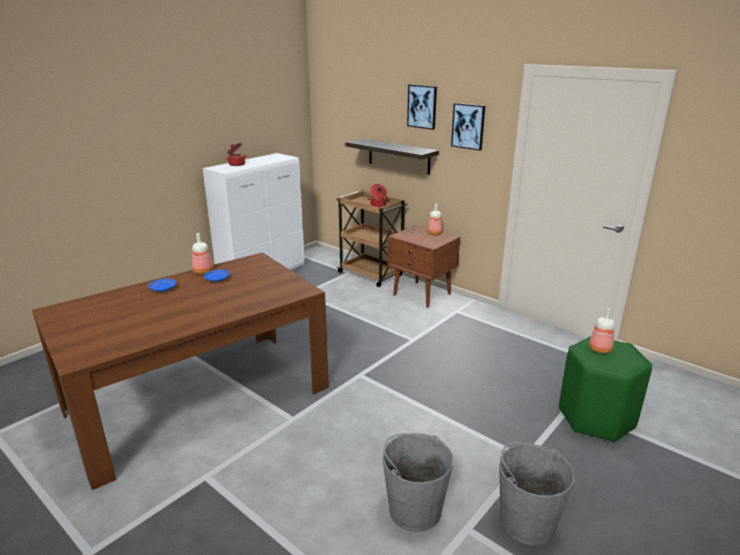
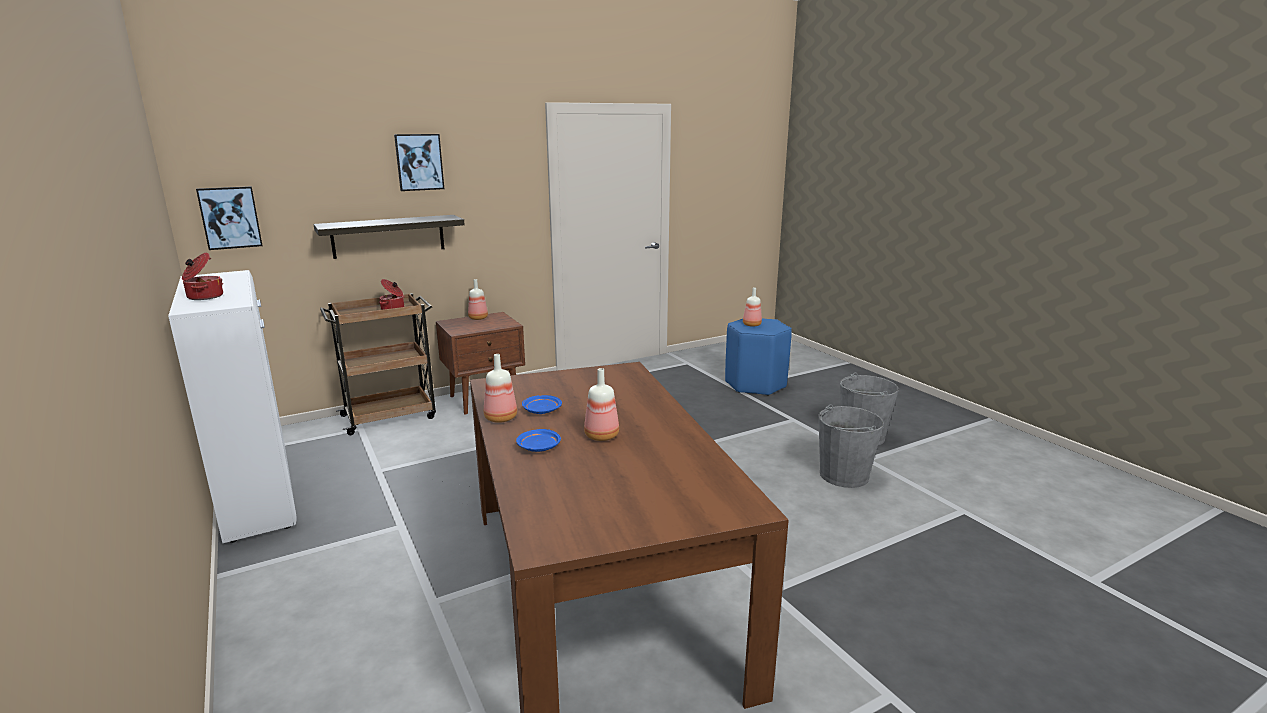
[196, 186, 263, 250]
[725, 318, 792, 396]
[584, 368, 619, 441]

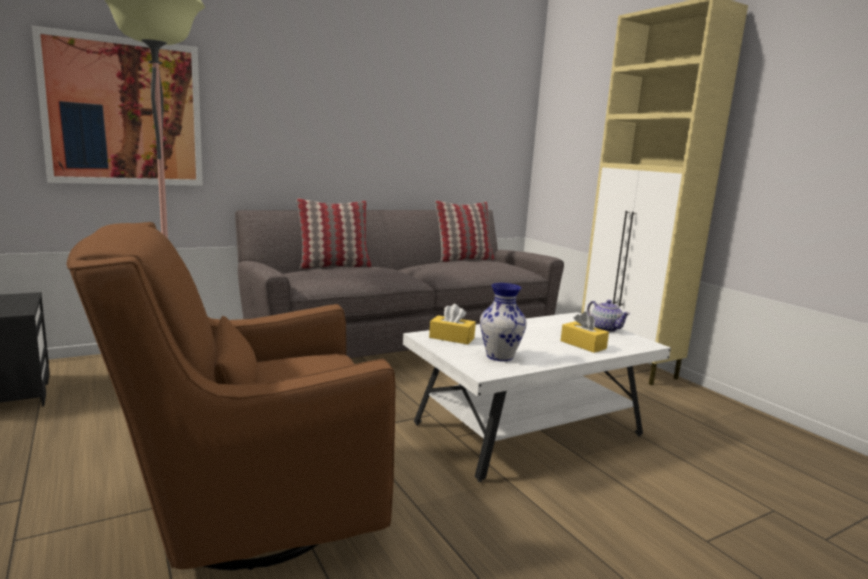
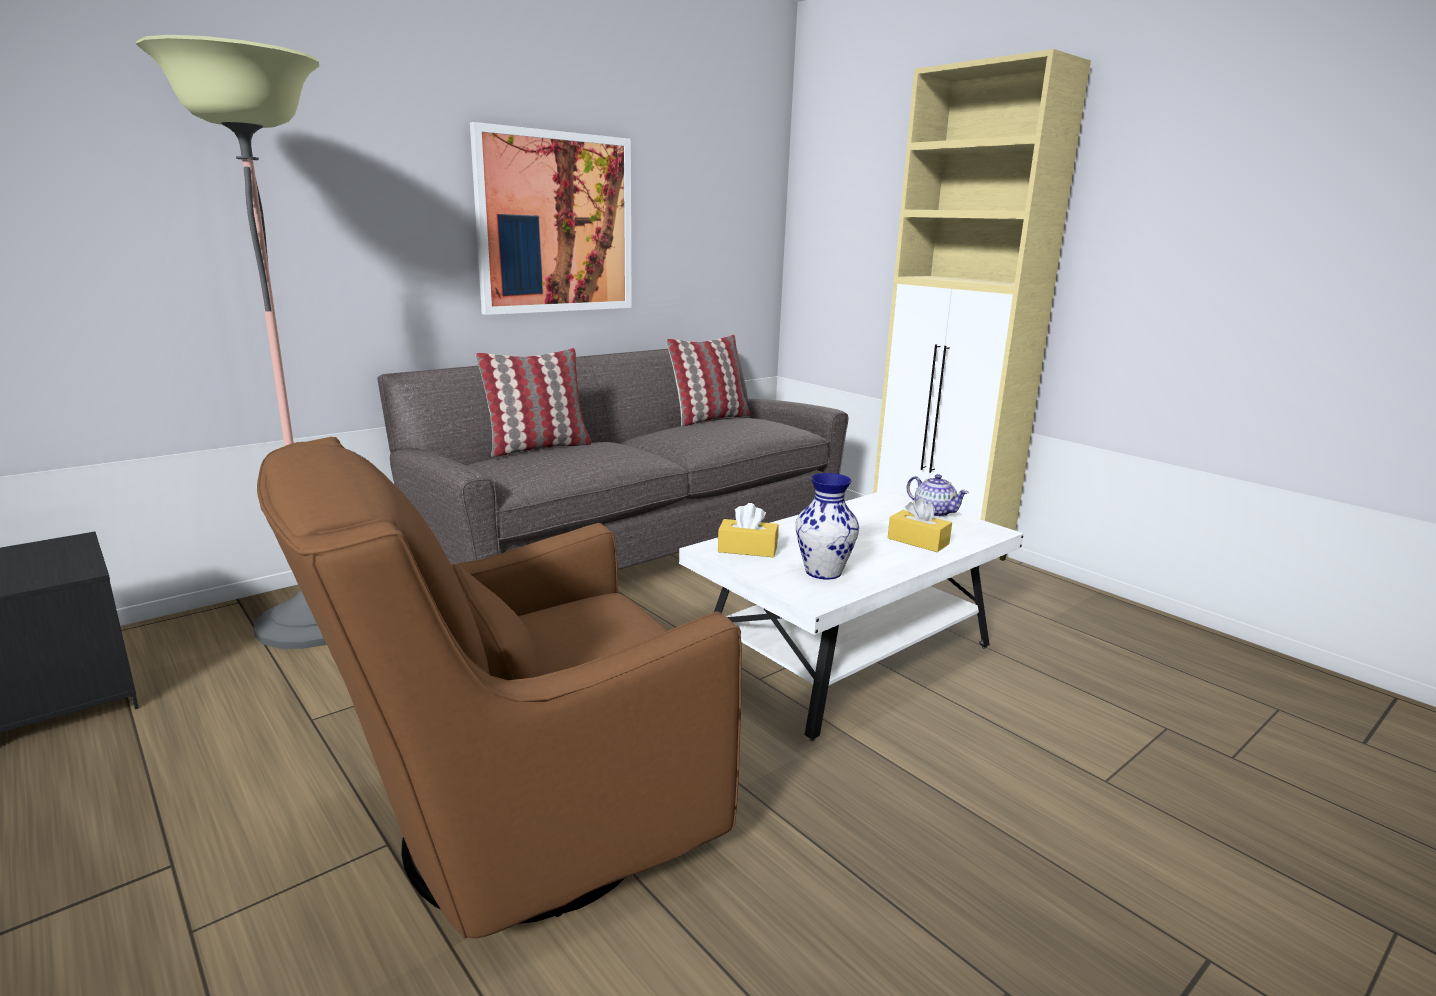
[470, 122, 632, 315]

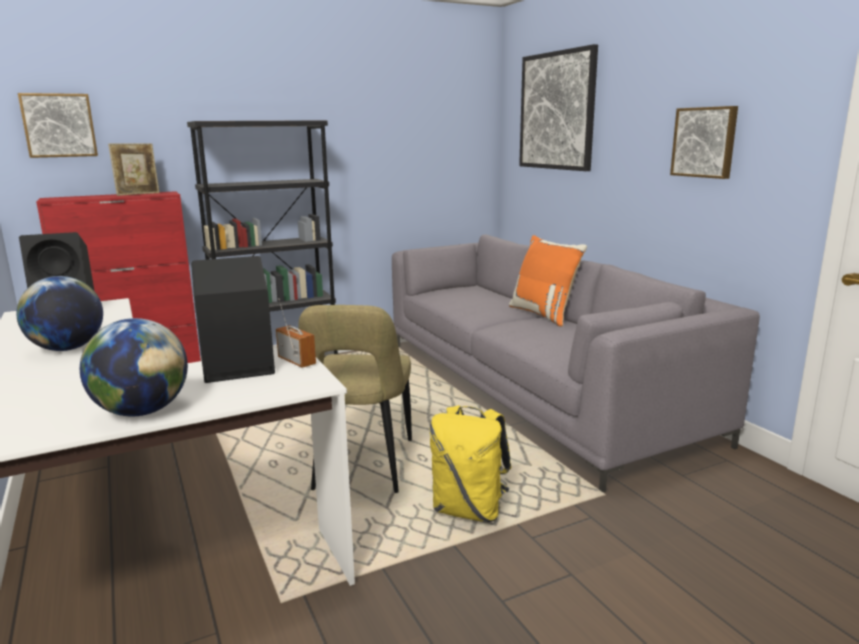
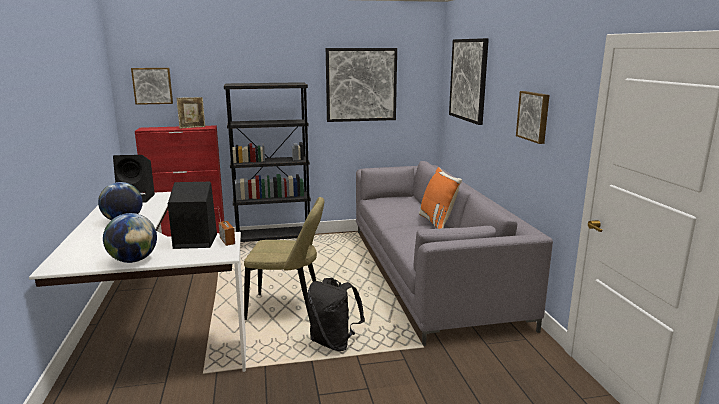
[244, 197, 324, 321]
[308, 278, 365, 351]
[326, 48, 397, 122]

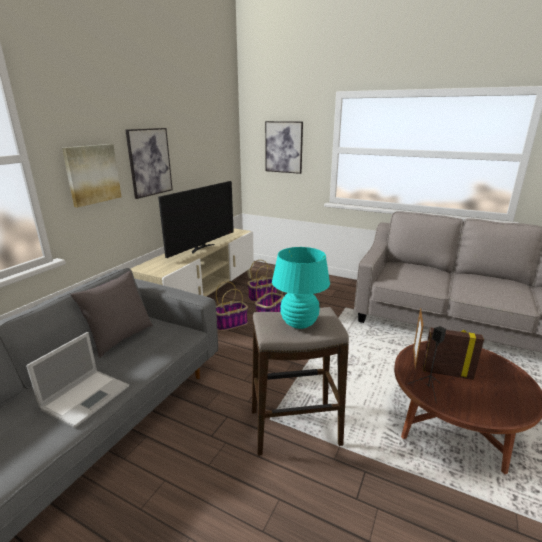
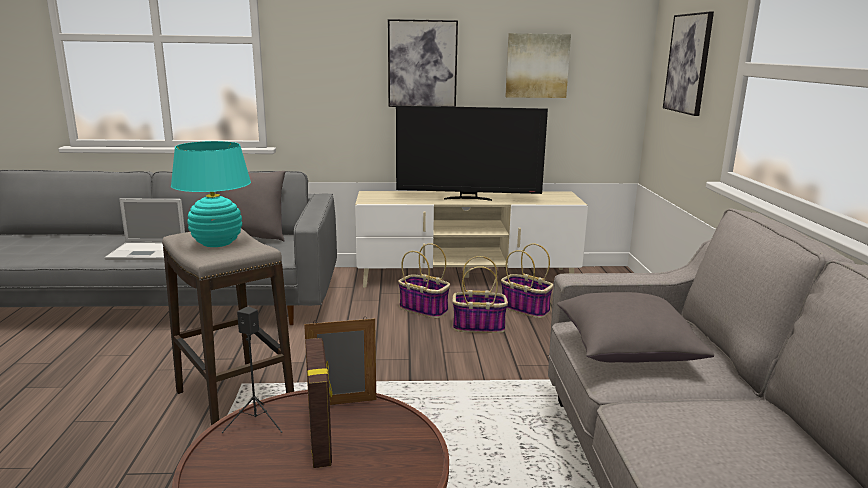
[505, 33, 571, 98]
[557, 292, 714, 363]

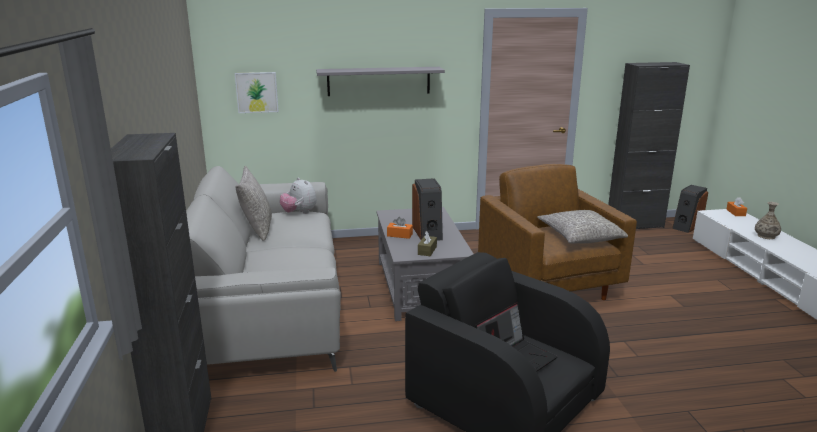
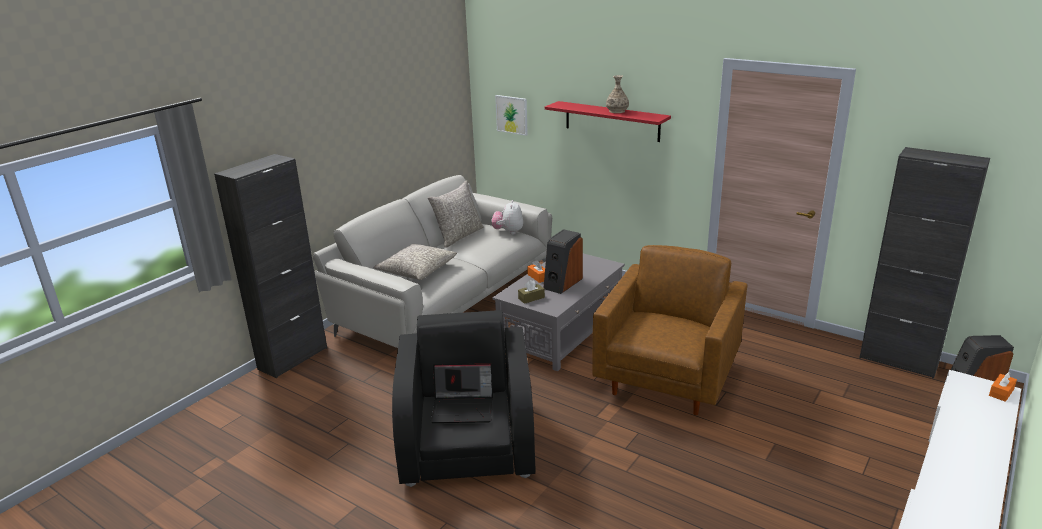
[545, 101, 671, 142]
[606, 75, 629, 113]
[373, 244, 457, 280]

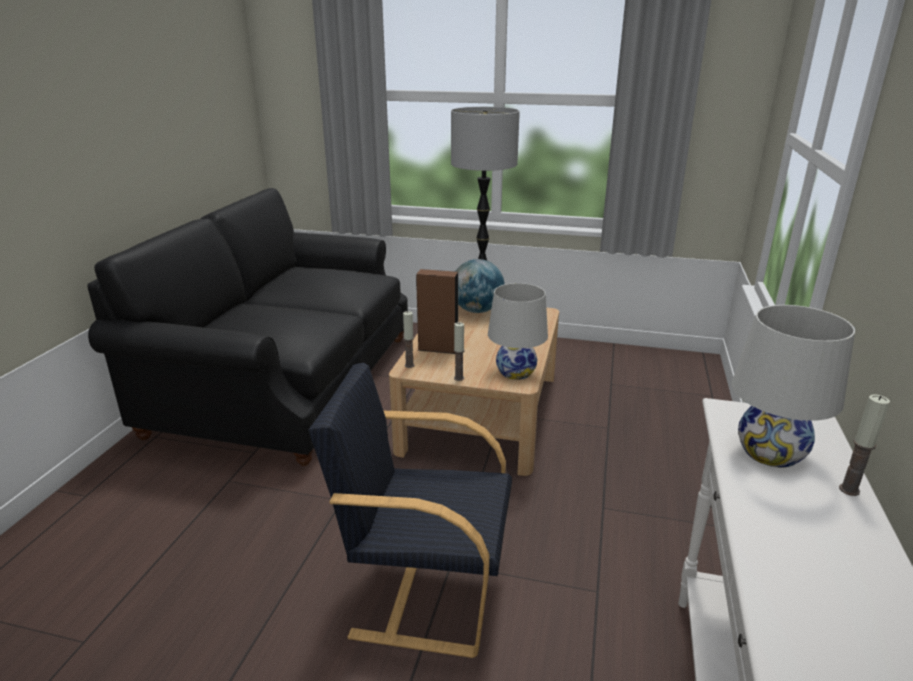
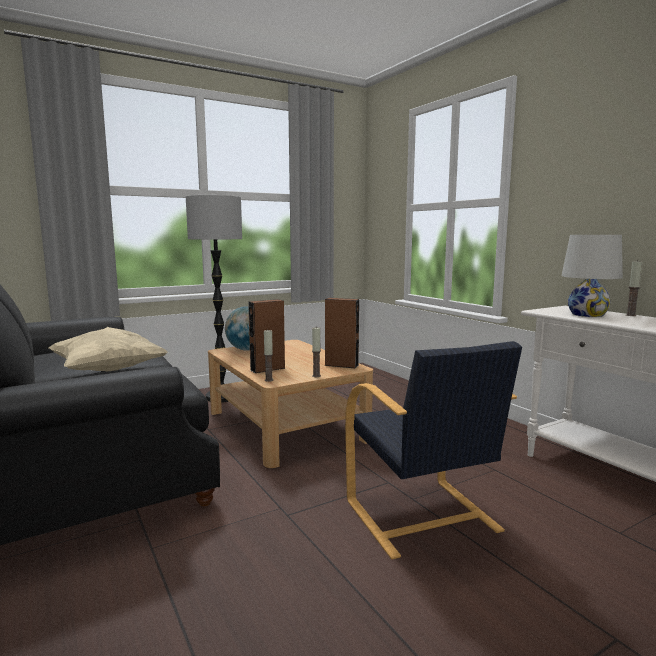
[324, 298, 359, 368]
[345, 341, 522, 559]
[49, 327, 168, 372]

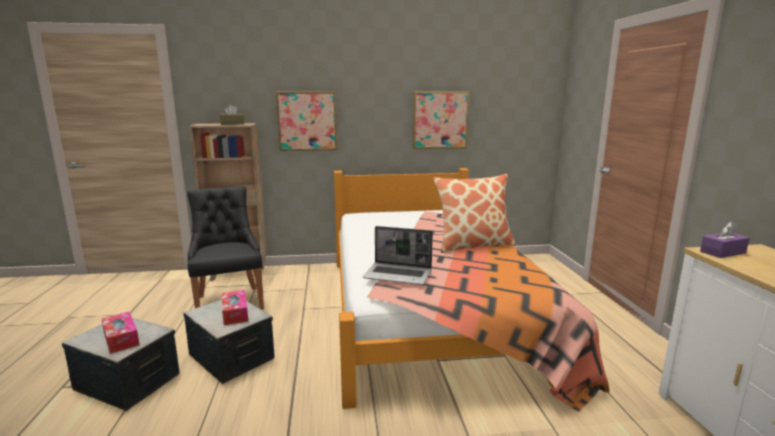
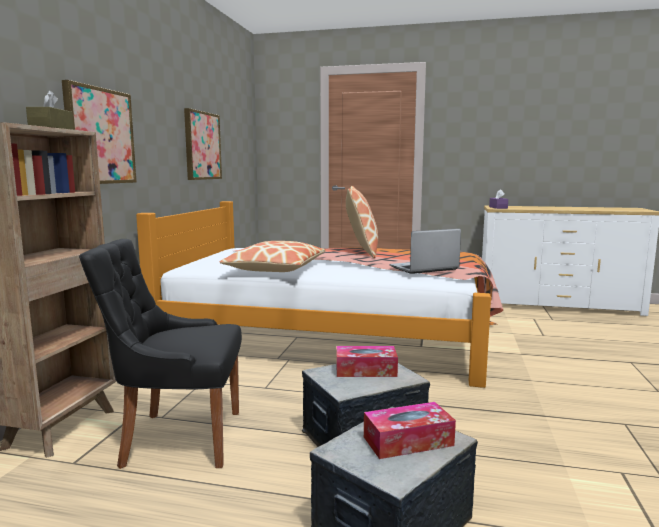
[389, 228, 461, 274]
[219, 241, 326, 272]

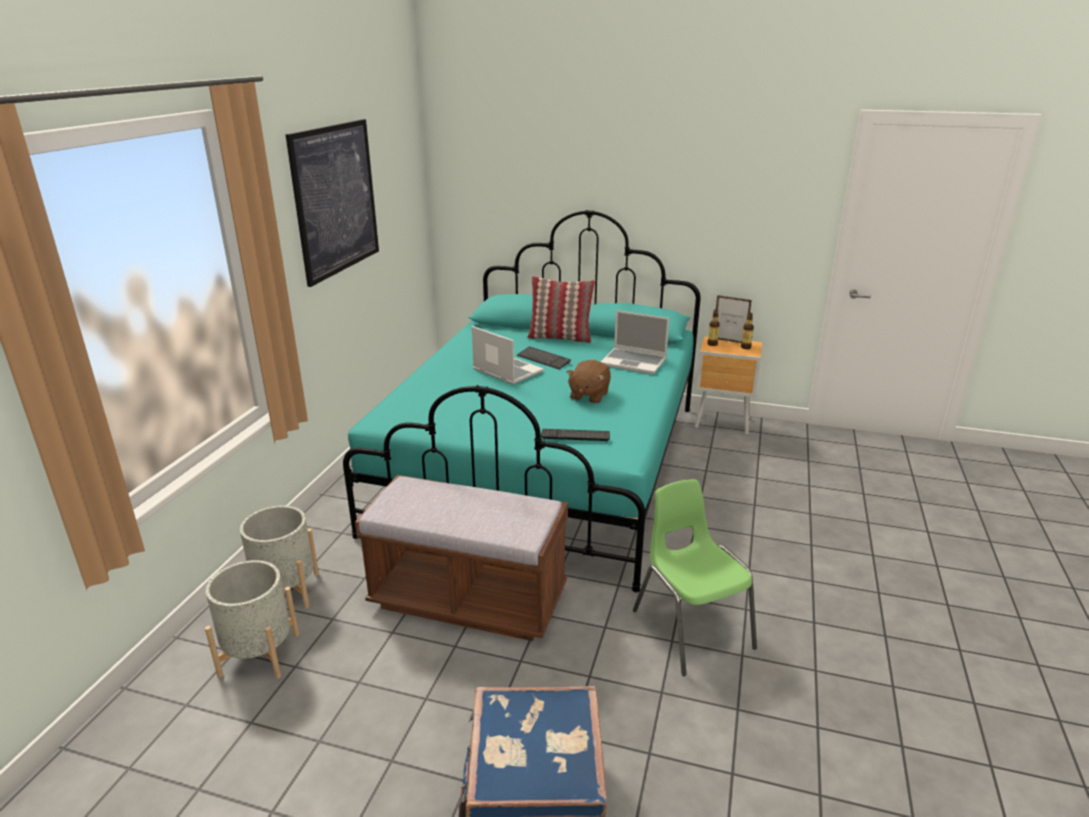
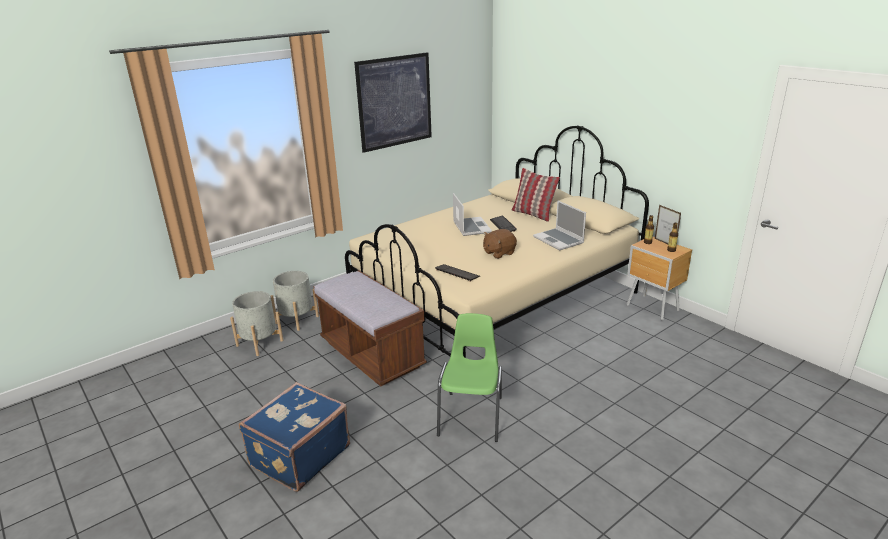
[345, 125, 649, 358]

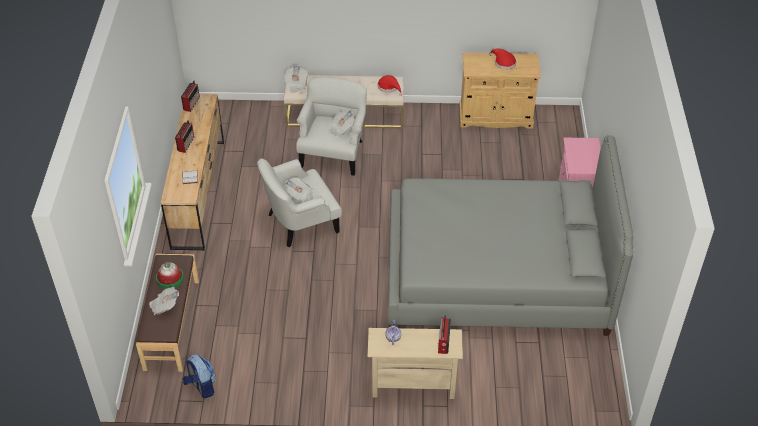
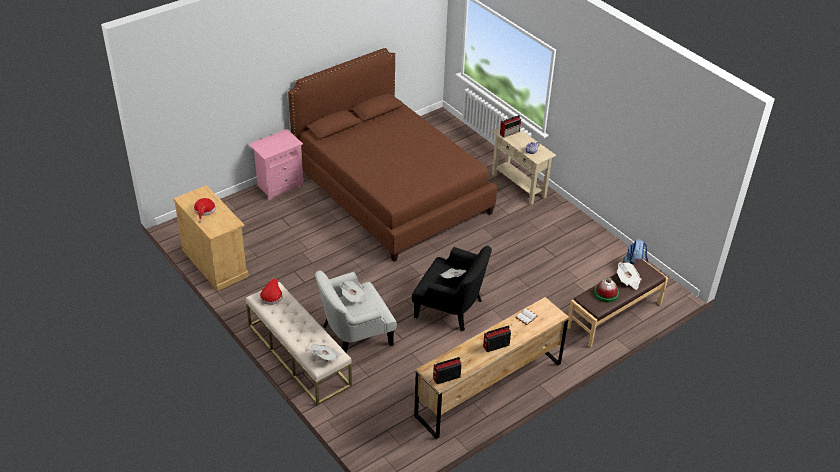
[288, 48, 497, 262]
[412, 246, 492, 331]

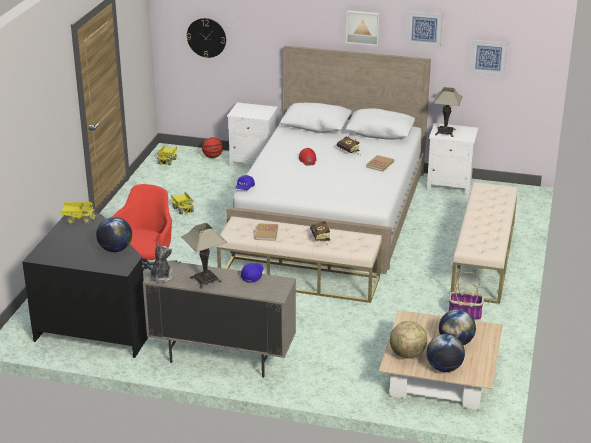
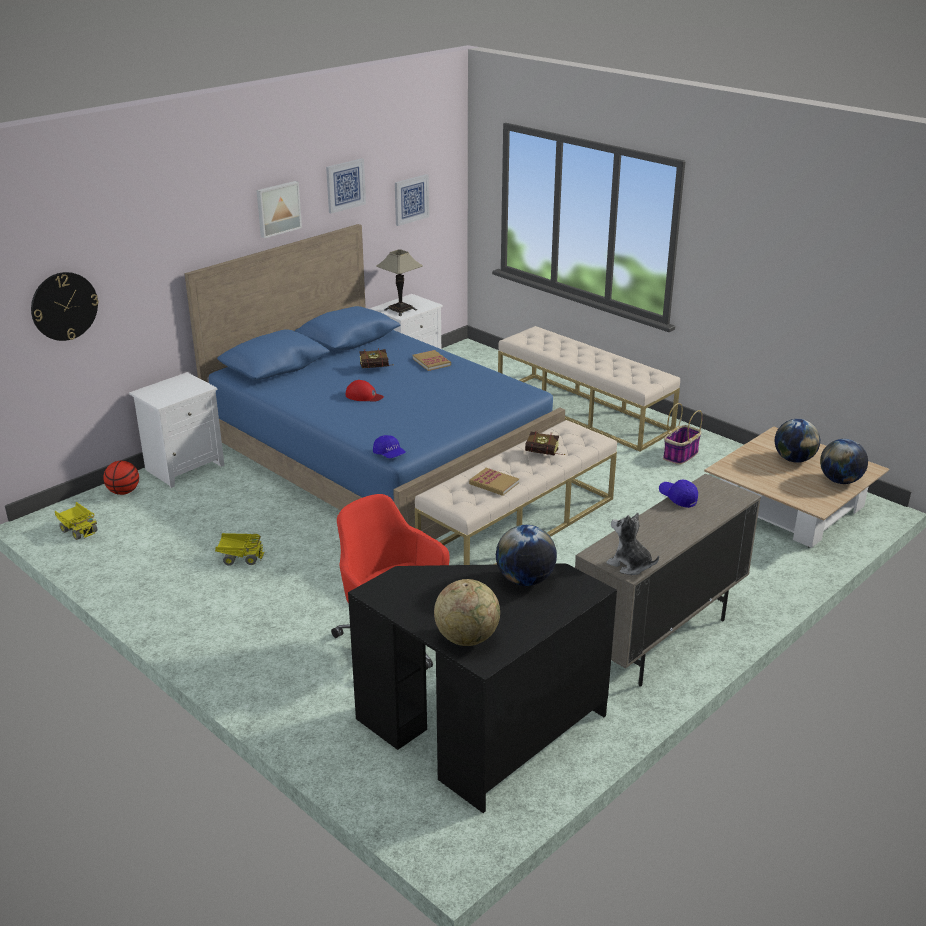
[184, 224, 565, 539]
[61, 202, 96, 225] (first image)
[181, 223, 227, 288] (first image)
[434, 579, 500, 646]

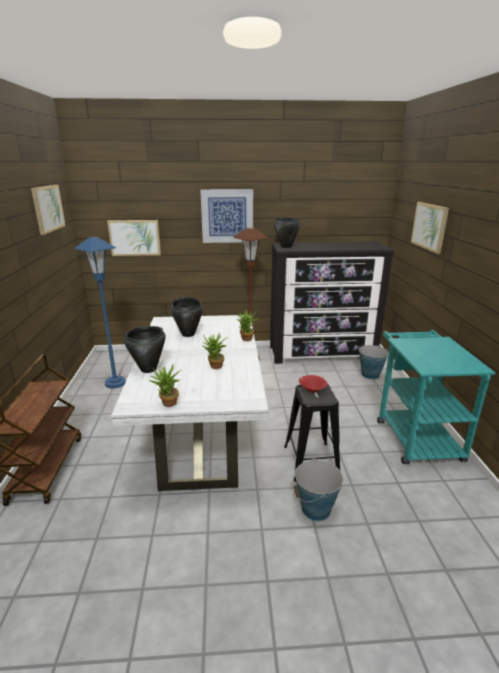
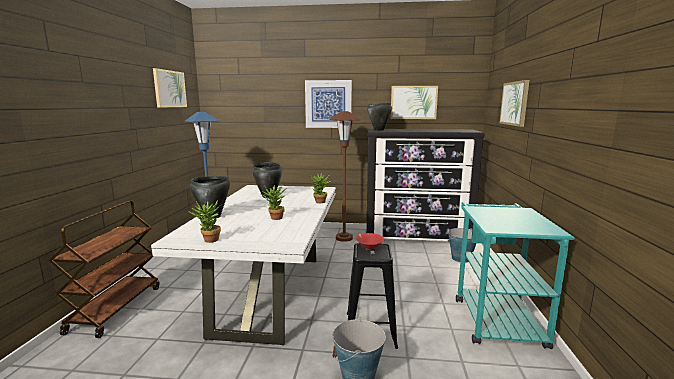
[391, 86, 438, 119]

